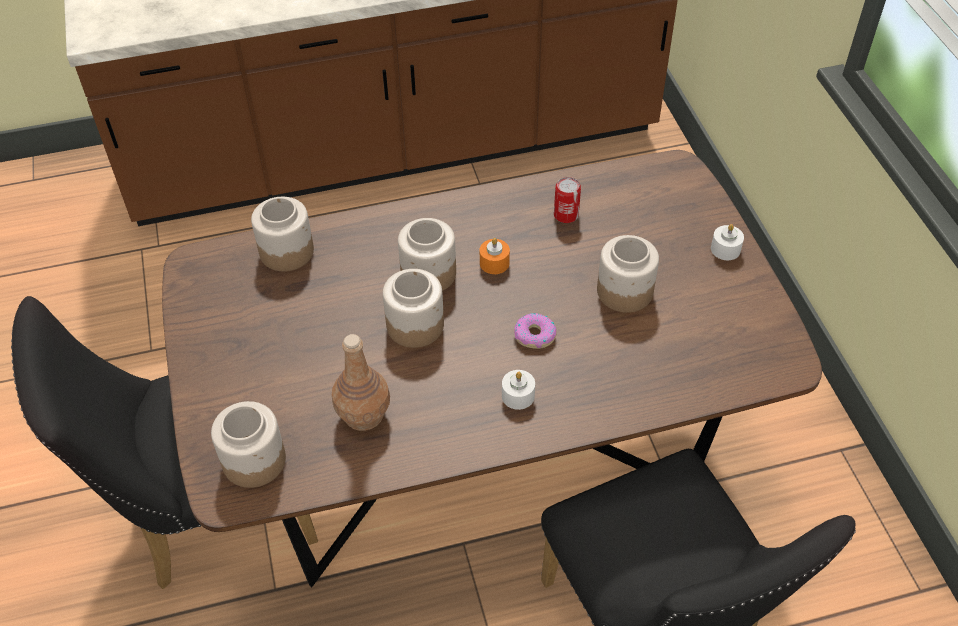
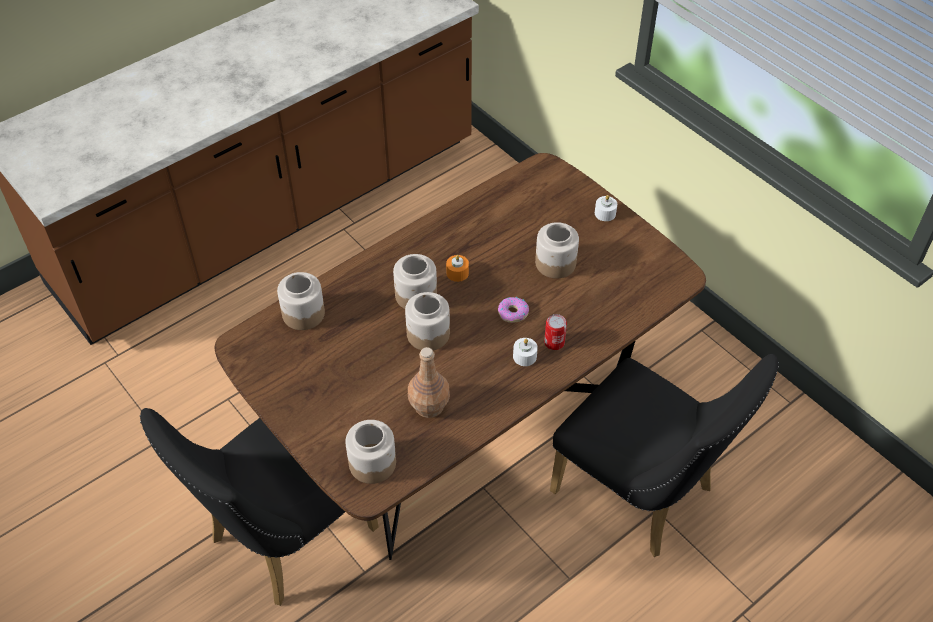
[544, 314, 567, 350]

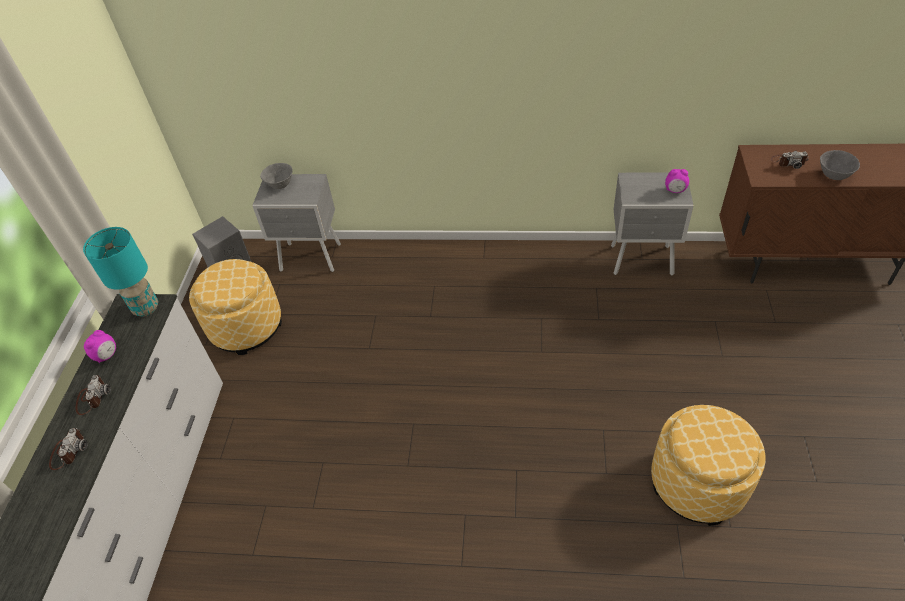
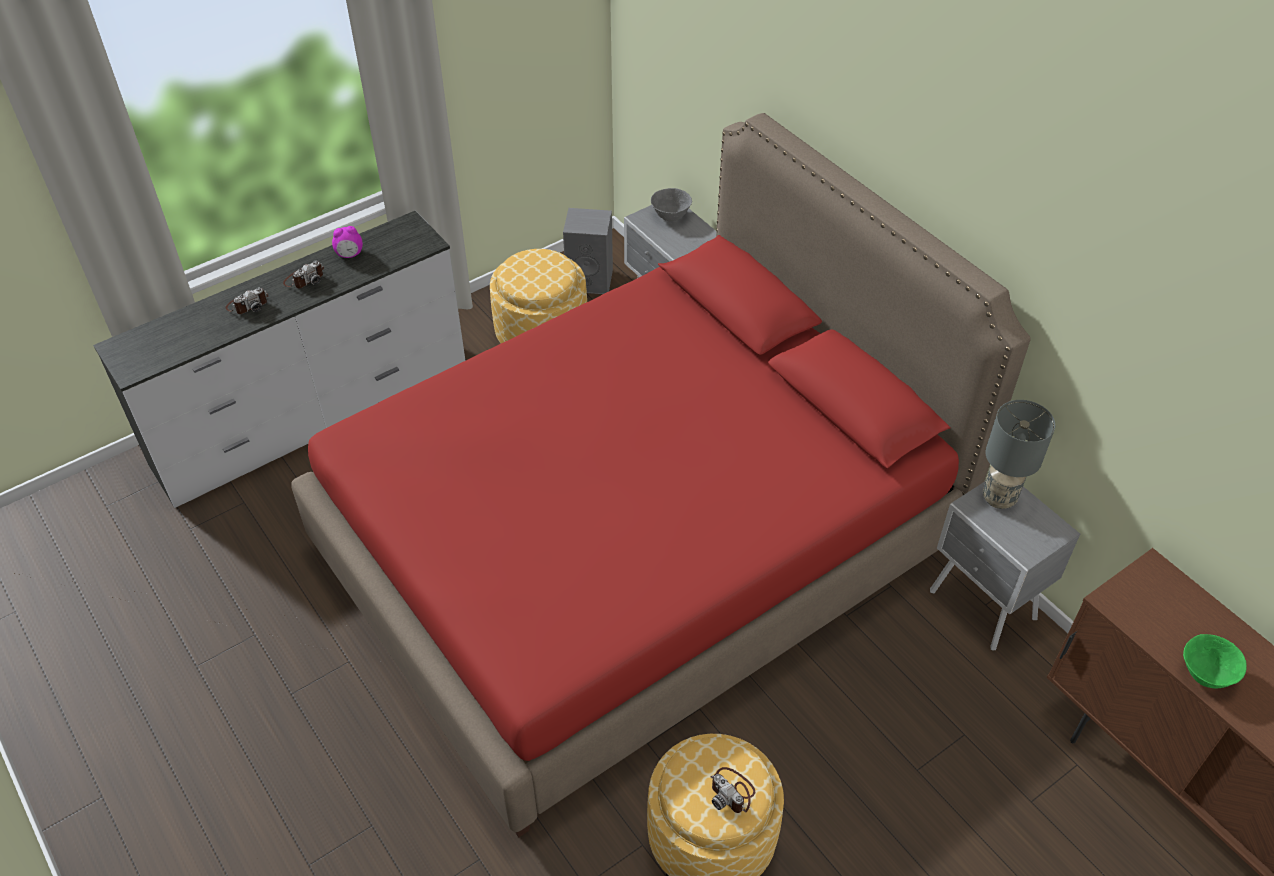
[1183, 634, 1247, 689]
[710, 767, 755, 813]
[665, 169, 689, 193] (first image)
[83, 227, 158, 316] (first image)
[291, 113, 1031, 838]
[983, 400, 1055, 509]

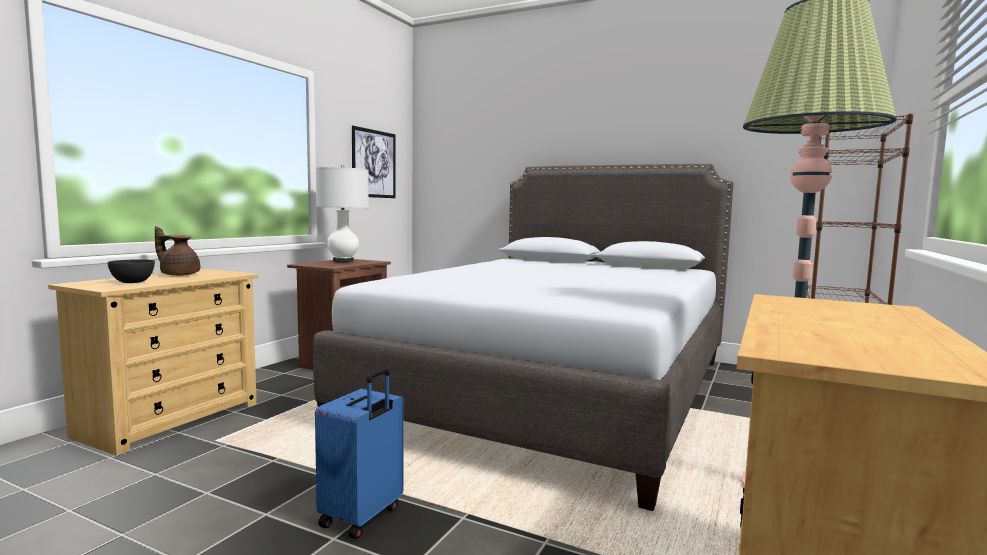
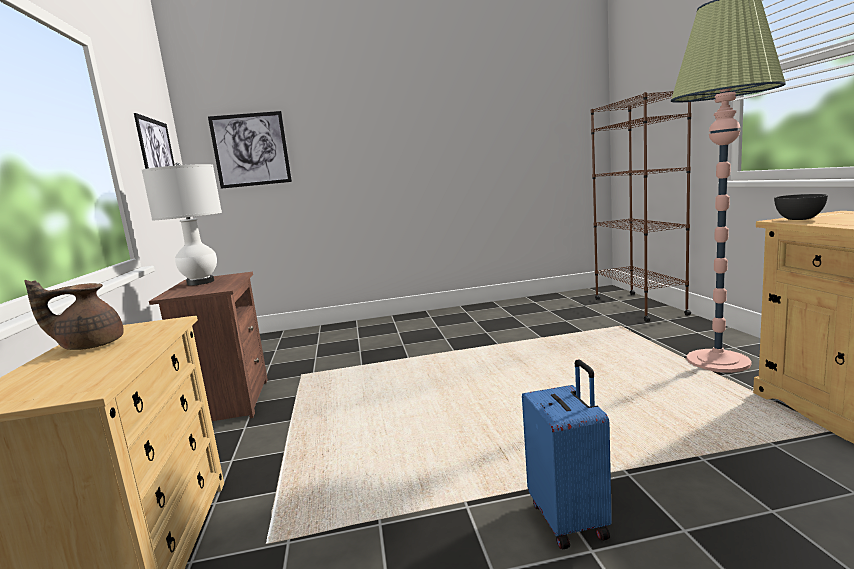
[313, 164, 734, 511] (first image)
[774, 194, 828, 220]
[208, 111, 292, 189]

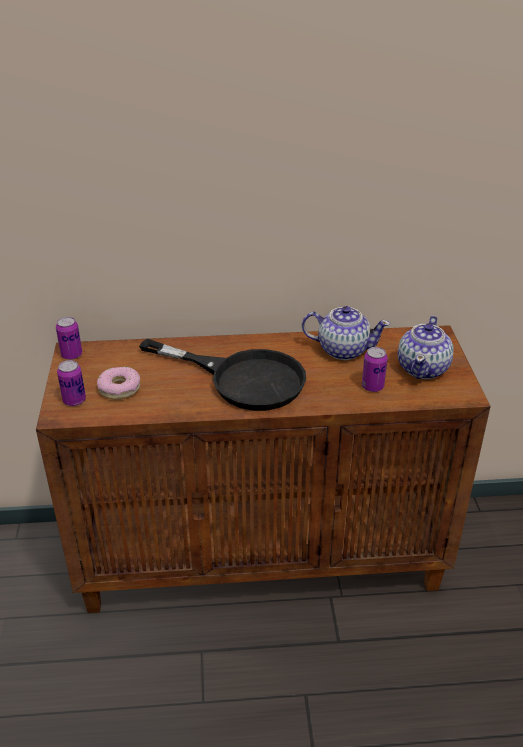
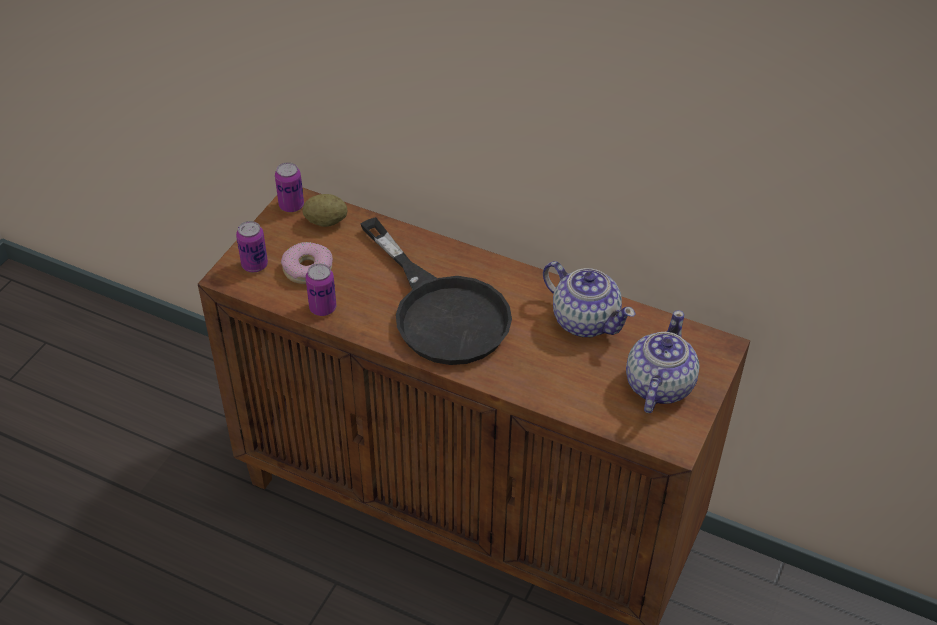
[626, 310, 700, 413]
[306, 264, 336, 316]
[302, 194, 347, 227]

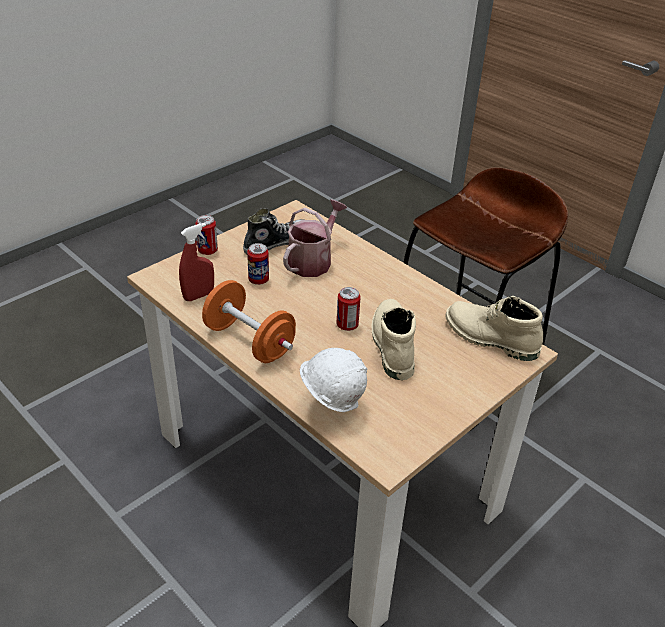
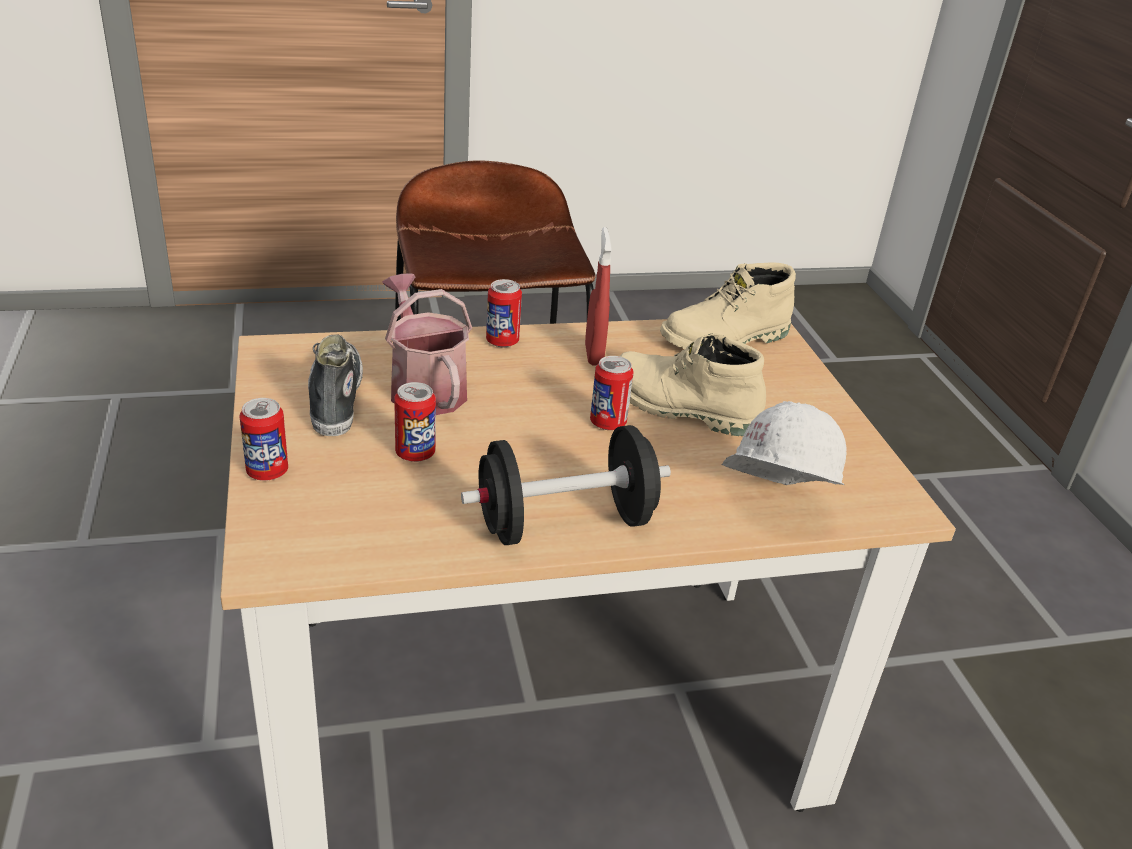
[585, 227, 612, 366]
[461, 425, 671, 545]
[486, 279, 522, 347]

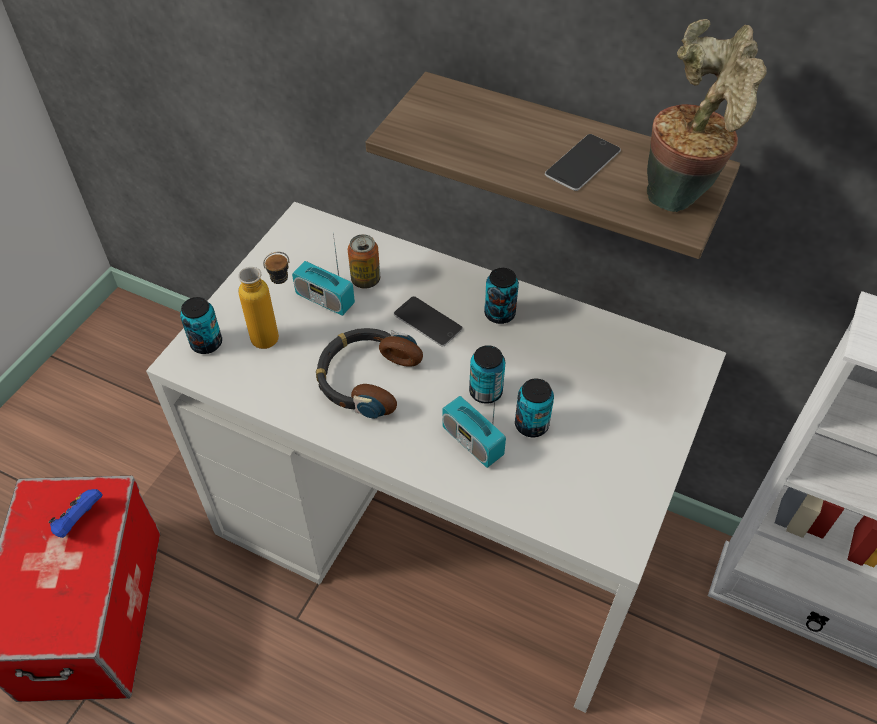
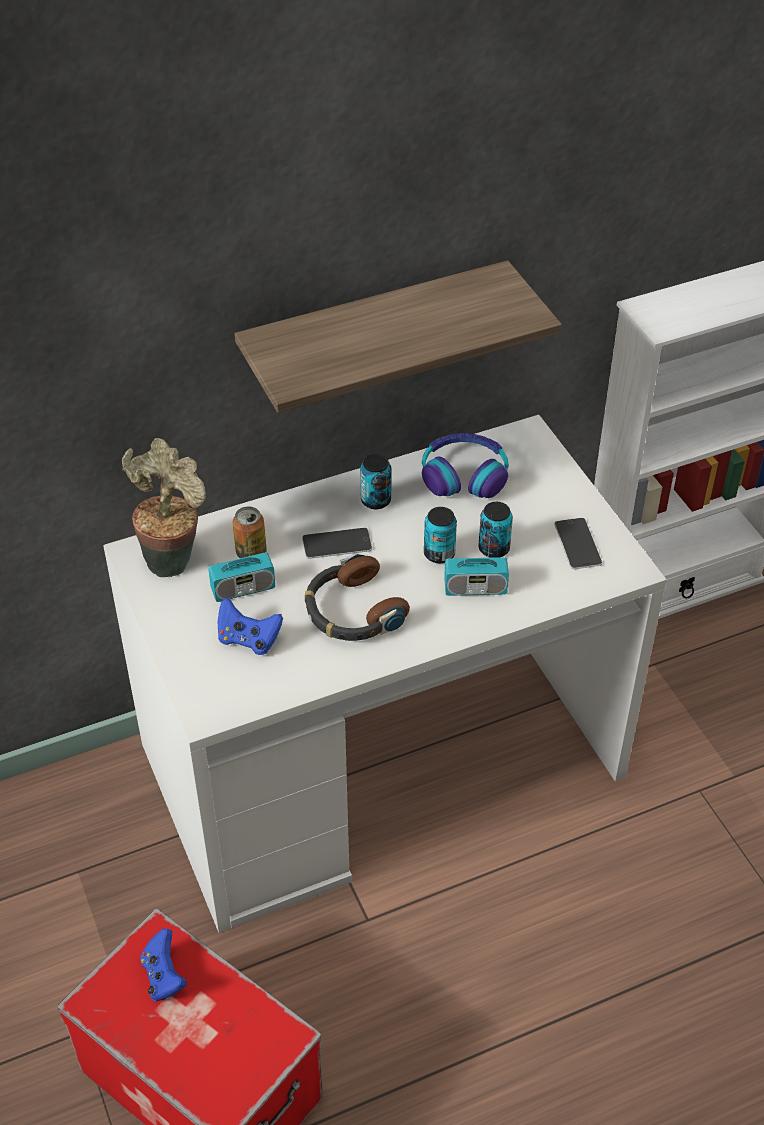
[122, 438, 206, 577]
[554, 518, 602, 569]
[217, 598, 283, 655]
[180, 297, 222, 354] (first image)
[422, 433, 509, 498]

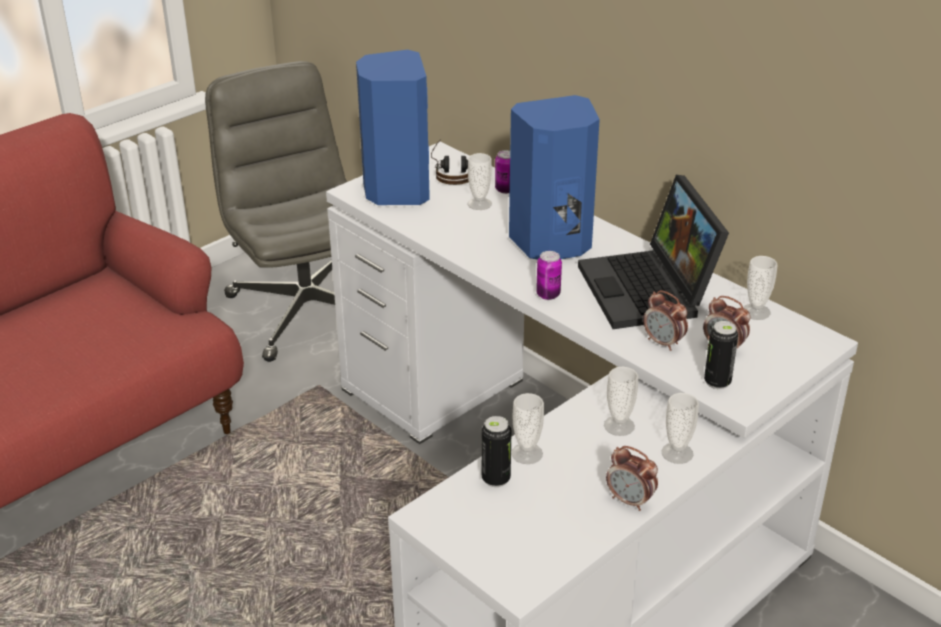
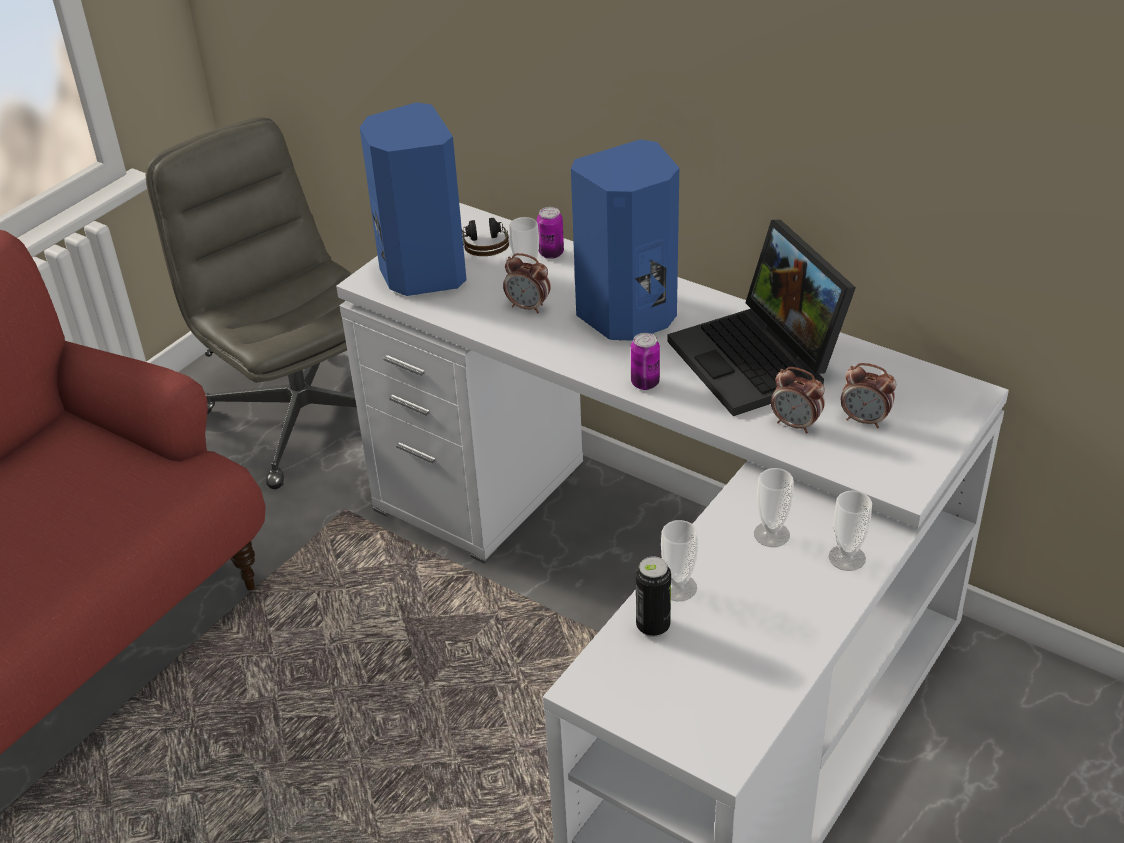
[743, 256, 777, 320] (first image)
[704, 321, 738, 389] (first image)
[503, 253, 551, 313]

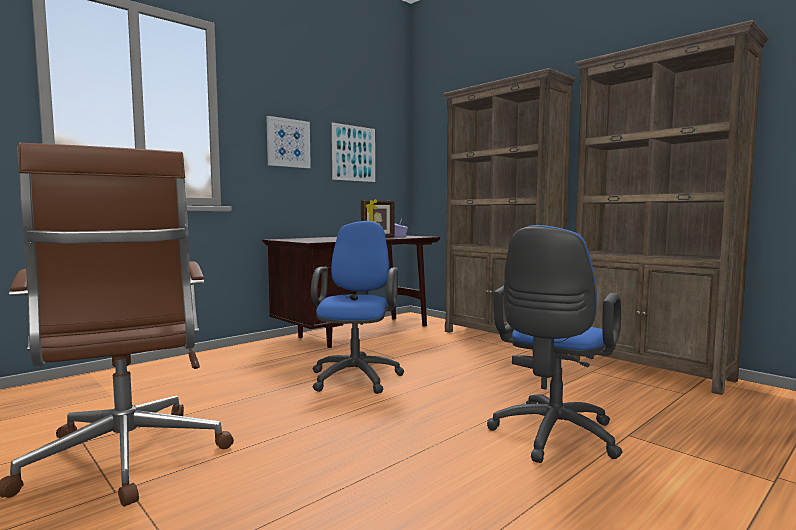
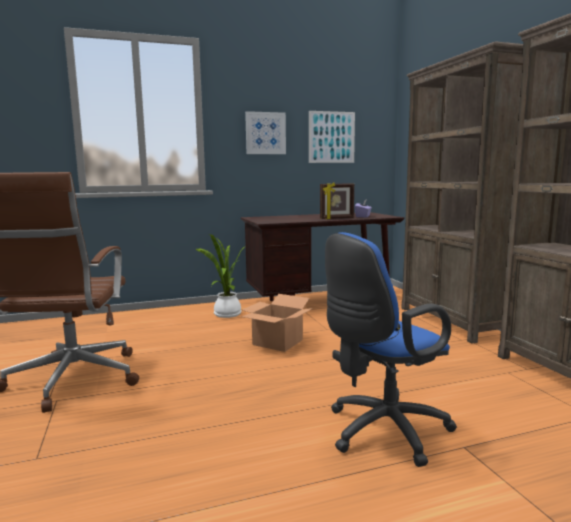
[241, 294, 313, 352]
[196, 234, 244, 318]

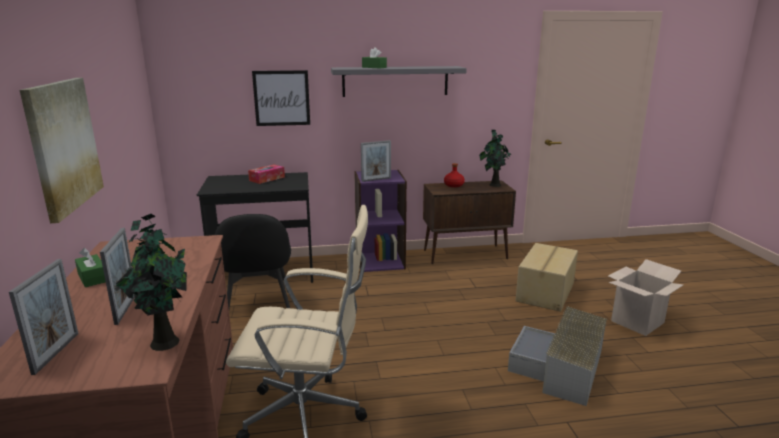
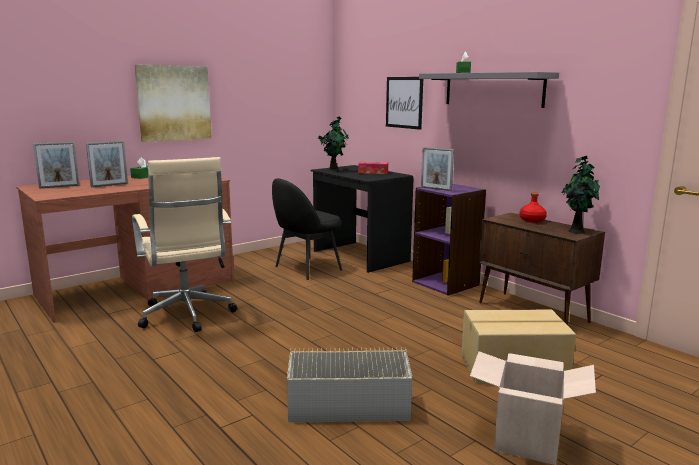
[318, 117, 349, 172]

